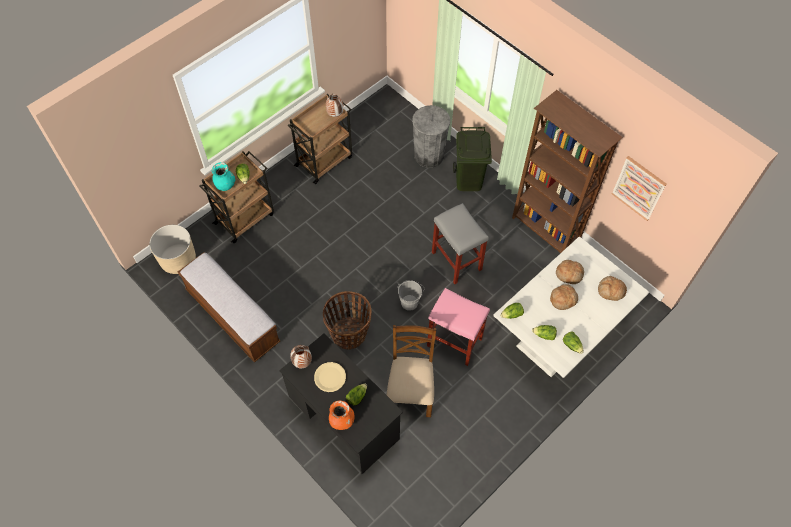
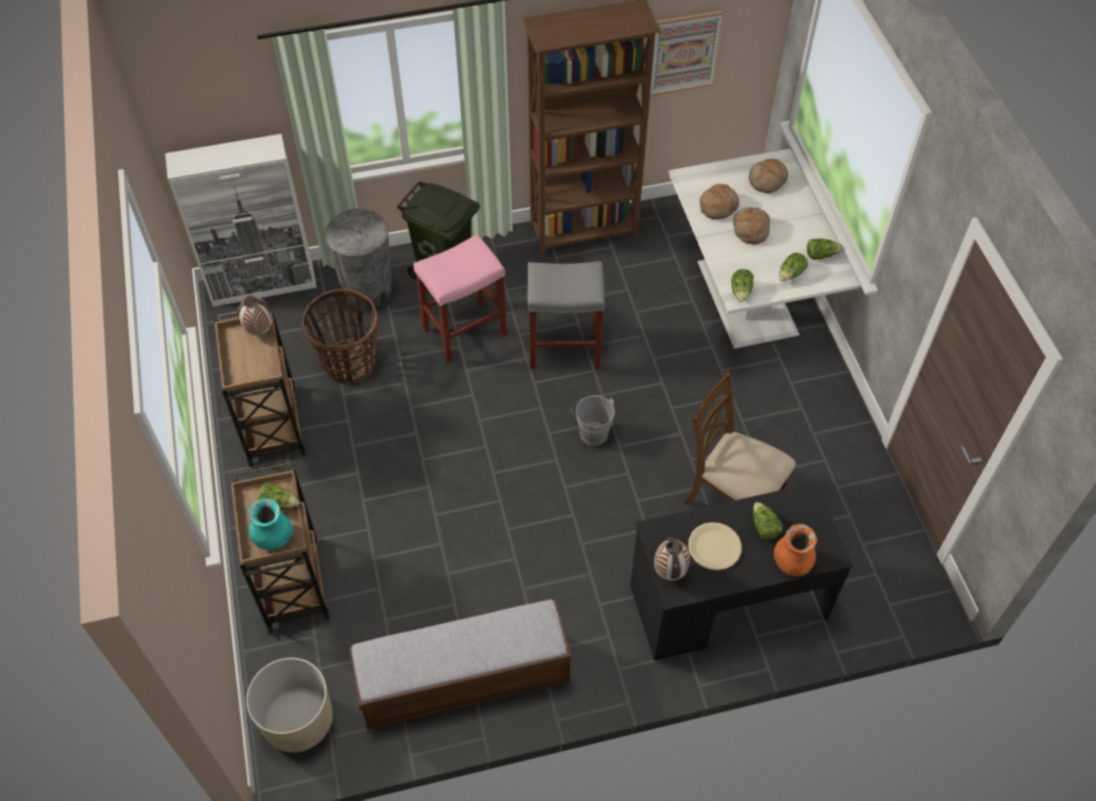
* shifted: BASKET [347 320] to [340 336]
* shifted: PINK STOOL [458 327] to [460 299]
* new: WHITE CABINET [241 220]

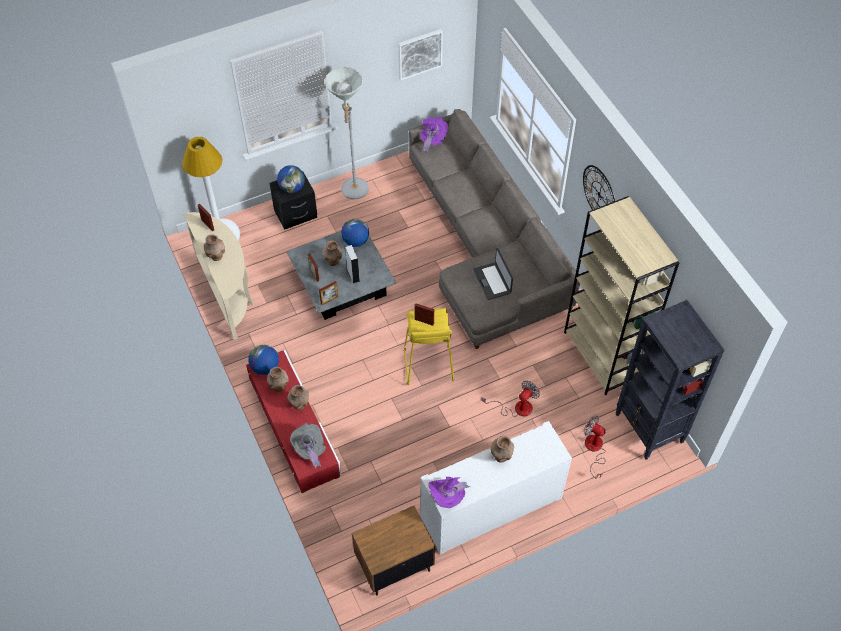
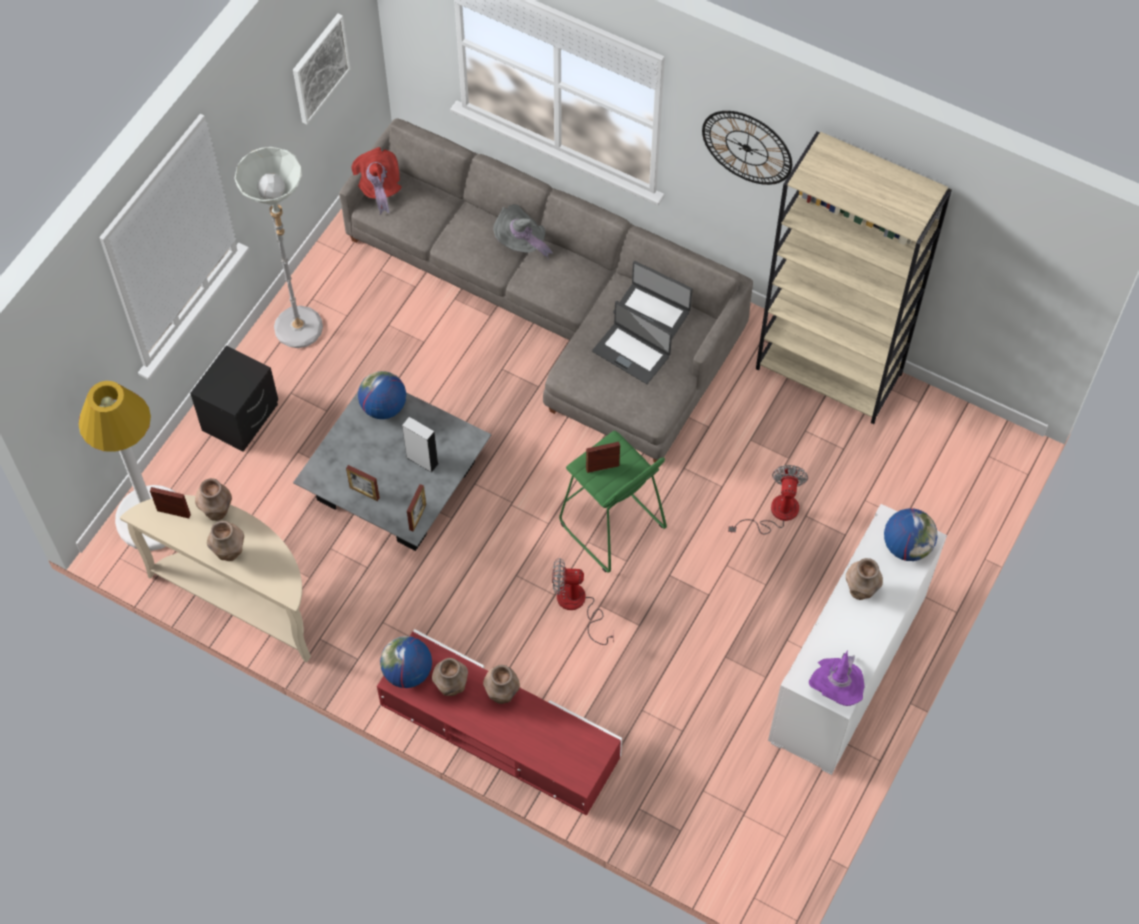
* shifted: GLOBE [291 179] to [911 535]
* shifted: GREY HAT [308 446] to [523 231]
* shifted: BROWN VASE [332 253] to [213 499]
* gone: BROWN NIGHTSTAND [393 551]
* repainted: YELLOW STOOL [429 346] to GREEN STOOL [613 501]
* repainted: PURPLE HAT [434 135] to RED HAT [376 181]
* shifted: FAN [594 447] to [583 601]
* gone: BLACK BOOKCASE [670 380]
* new: LAPTOP [652 300]

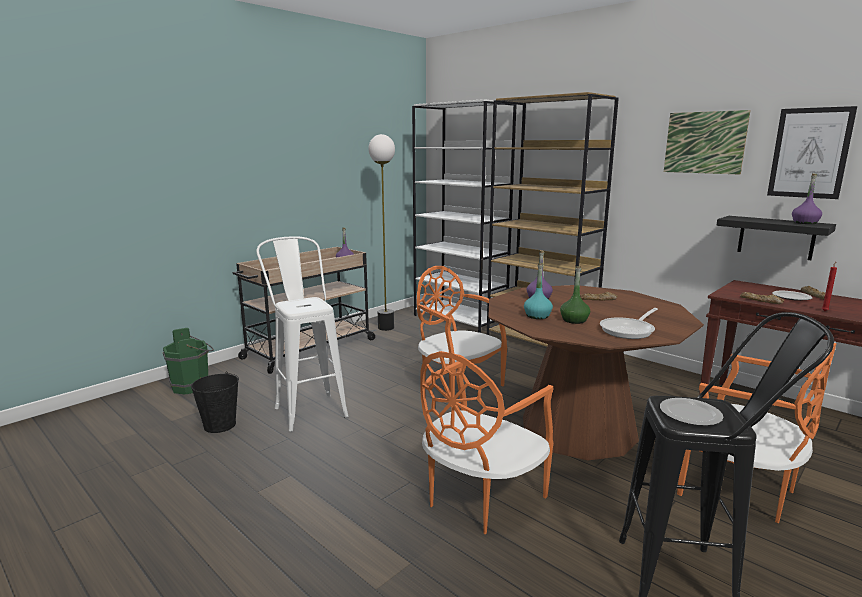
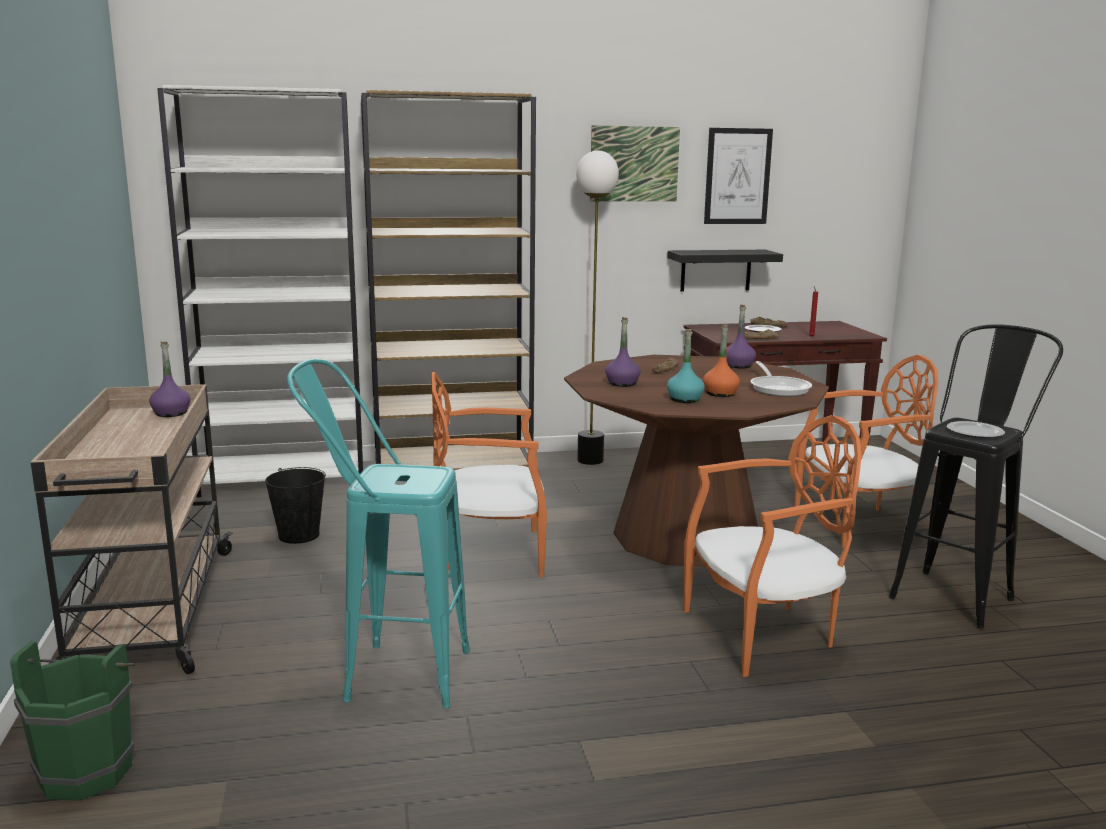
* shifted: BLACK BUCKET [215 402] to [295 505]
* repainted: WHITE STOOL [302 333] to TURQUOISE STOOL [378 534]
* shifted: FLOOR LAMP [382 232] to [597 308]
* rotated: ORANGE CHAIR [486 442] = [772 546] 90 degrees counterclockwise
* repainted: GREEN BOTTLE [575 295] to ORANGE BOTTLE [721 361]
* shifted: PURPLE BOTTLE [807 198] to [741 336]

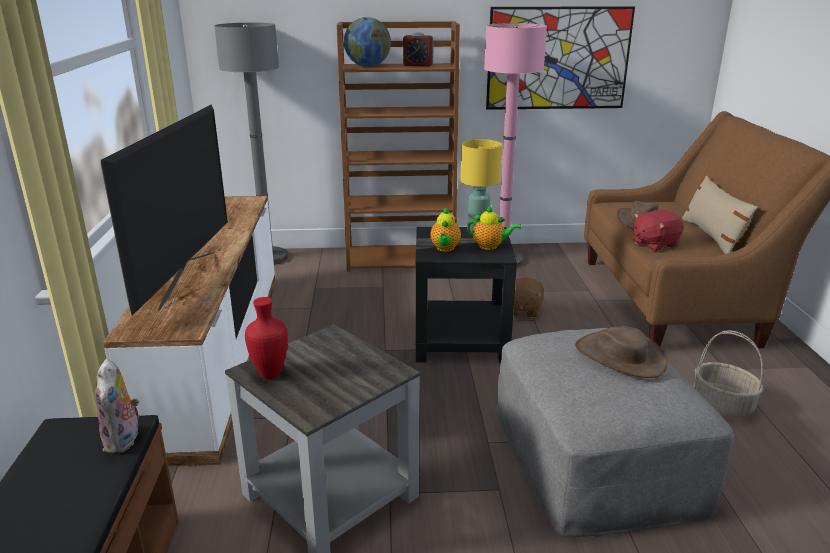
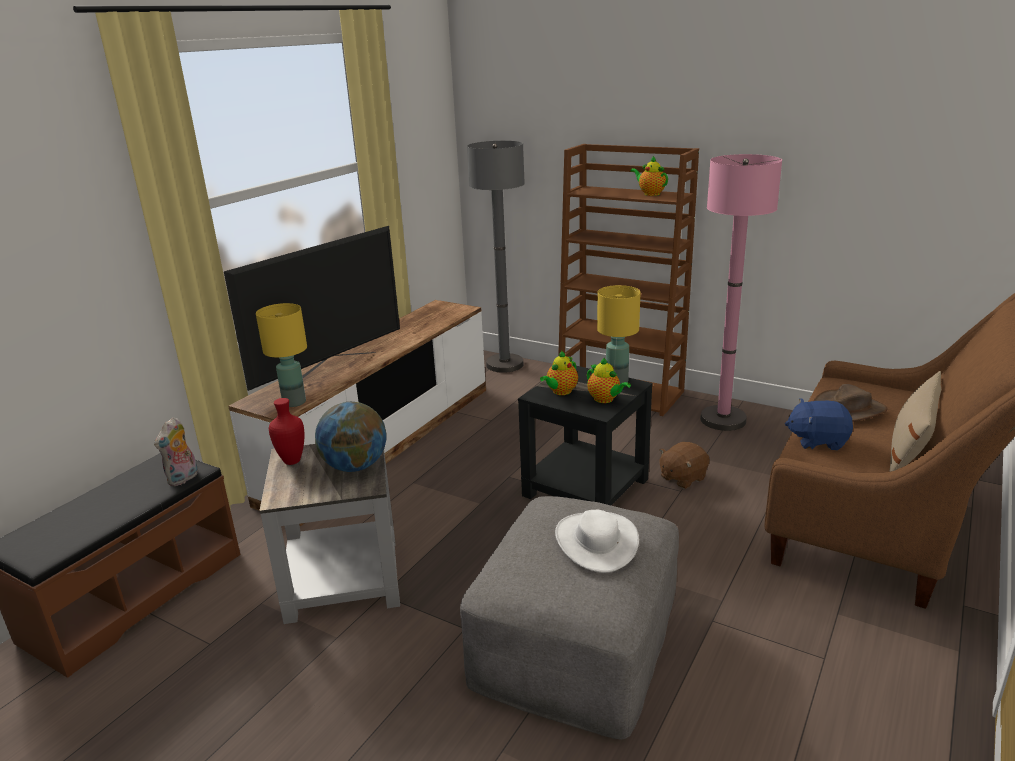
* shifted: GLOBE [367 42] to [350 437]
* swapped: ALARM CLOCK [418 49] to TEAPOT [649 176]
* gone: PICTURE [560 58]
* repainted: BROWN HAT [621 352] to WHITE HAT [597 541]
* repainted: RED PLUSH TOY [658 230] to BLUE PLUSH TOY [819 424]
* gone: BASKET [729 373]
* new: YELLOW TABLE LAMP [281 355]

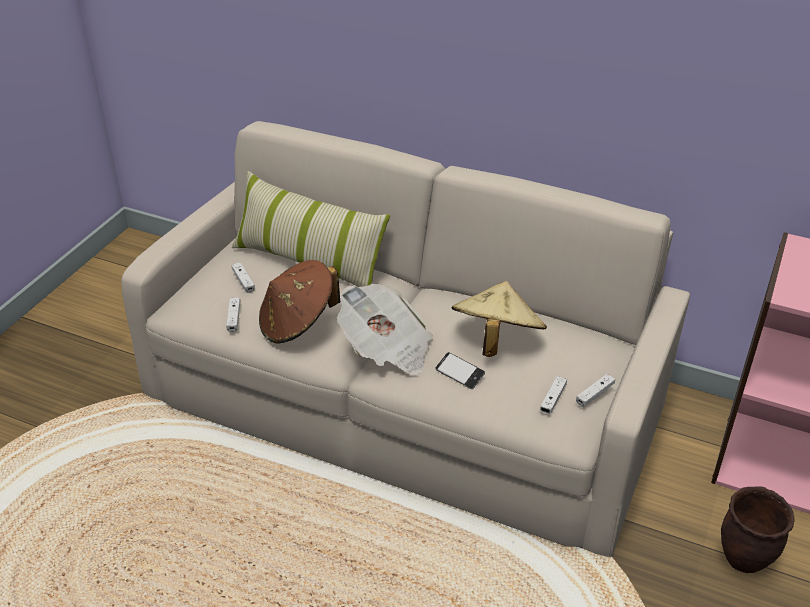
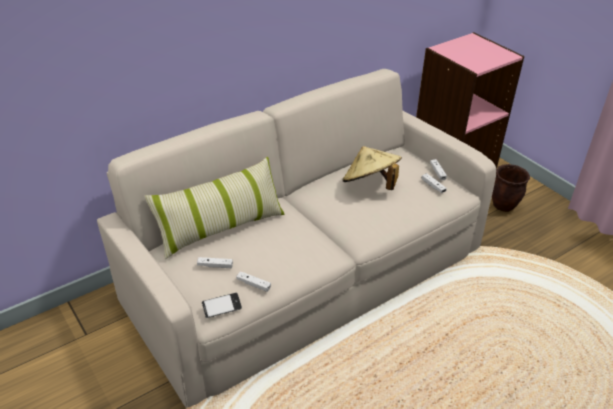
* gone: BROWN HAT [299 301]
* gone: NEWSPAPER [385 330]
* shifted: PHONE [460 370] to [222 305]

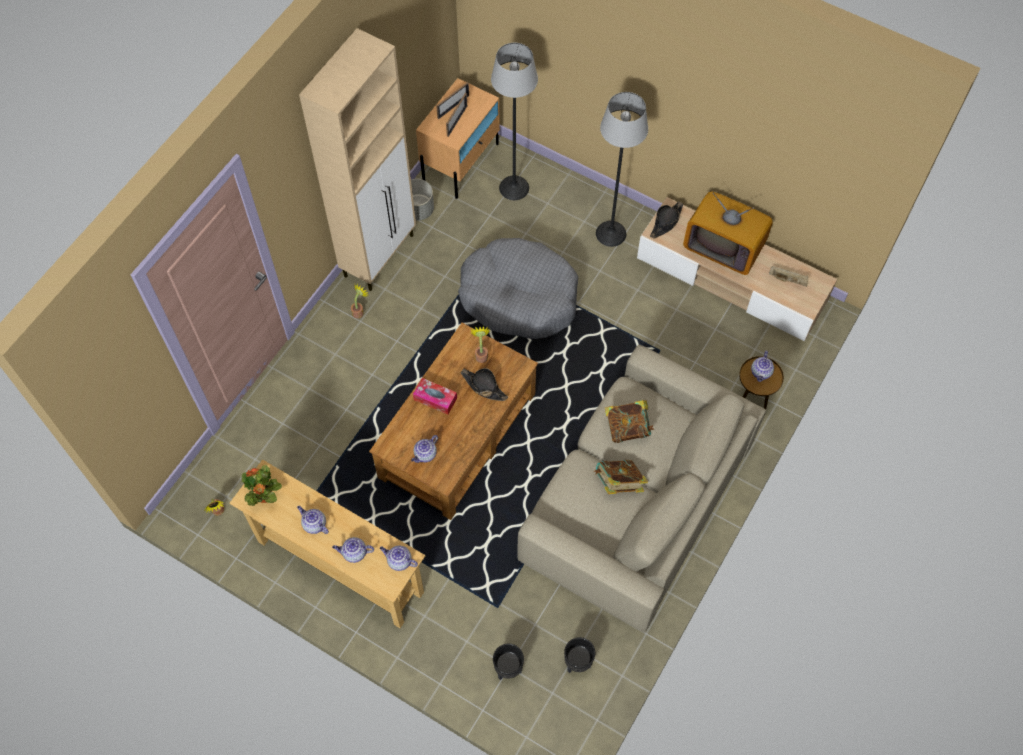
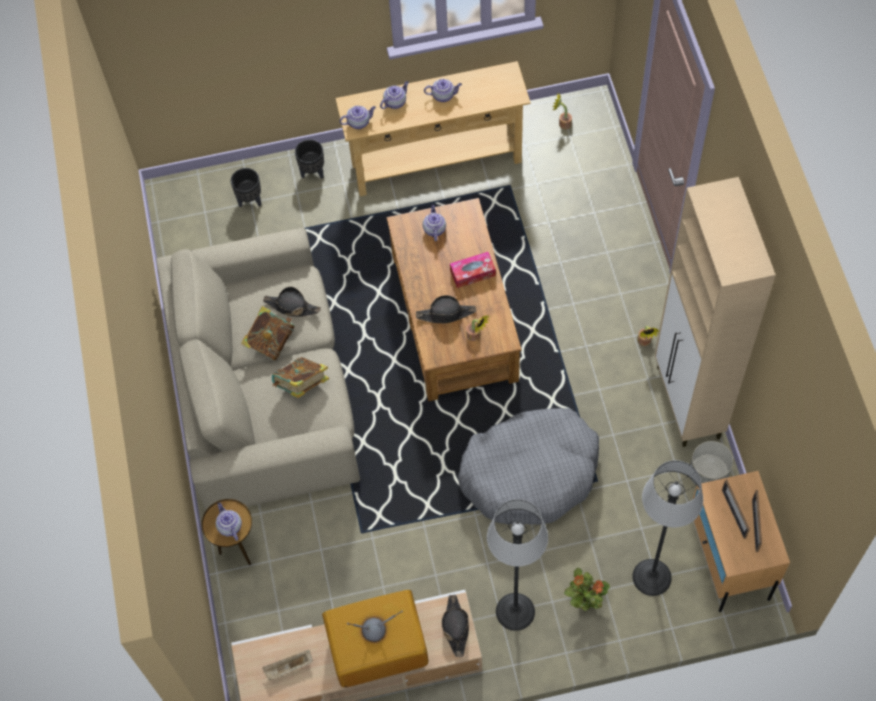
* shifted: POTTED PLANT [262 485] to [587 589]
* shifted: BLACK PLANTER [579 655] to [309 159]
* new: BLACK HAT [292 302]

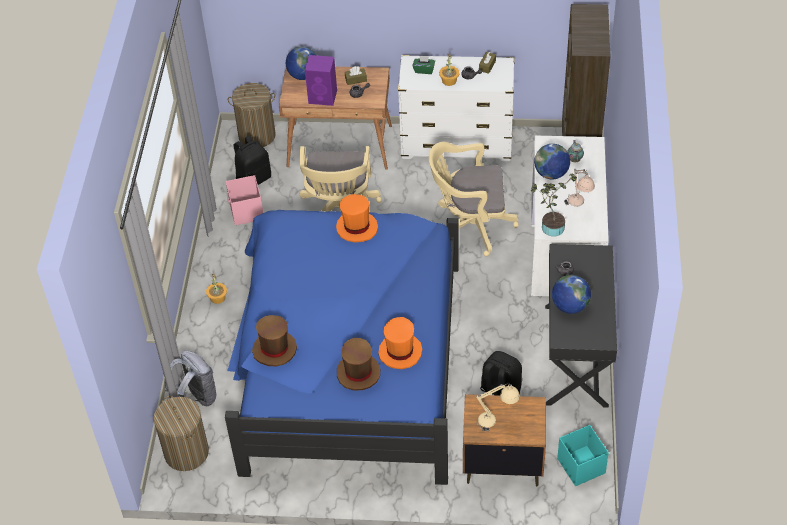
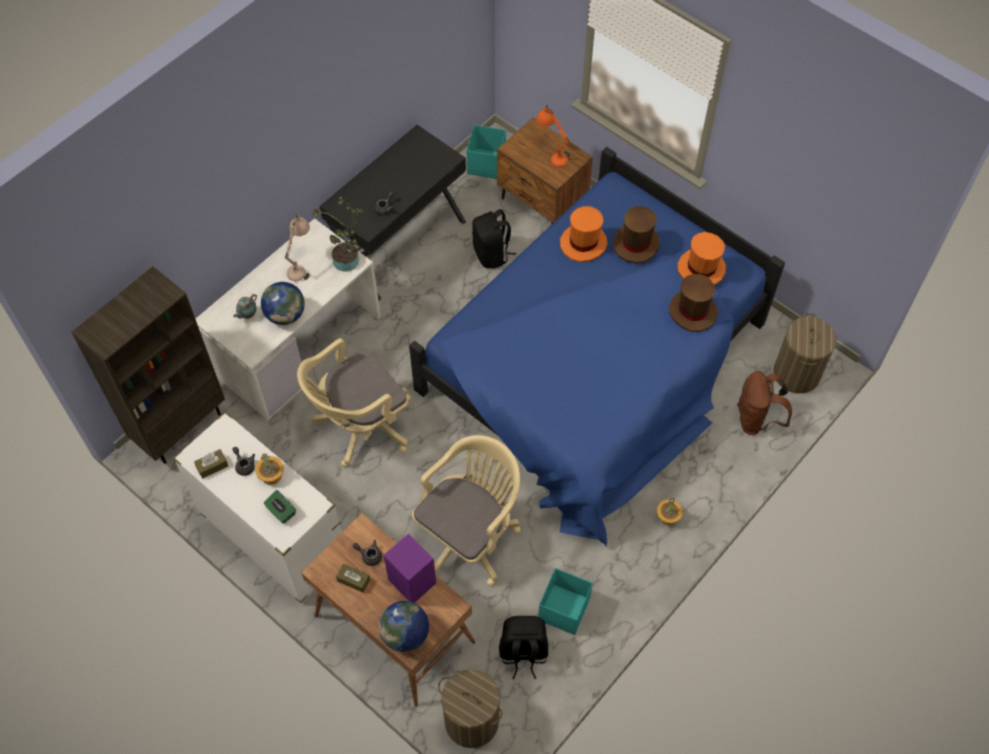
* repainted: GREY BACKPACK [190 378] to BROWN BACKPACK [764 403]
* repainted: PINK STORAGE BOX [244 200] to TURQUOISE STORAGE BOX [565 601]
* shifted: ORANGE HAT [357 218] to [701 258]
* rotated: BEIGE OFFICE CHAIR [474 199] = [354 402] 105 degrees clockwise
* repainted: BEIGE TABLE LAMP [498 407] to ORANGE TABLE LAMP [553 136]
* gone: GLOBE [571 294]

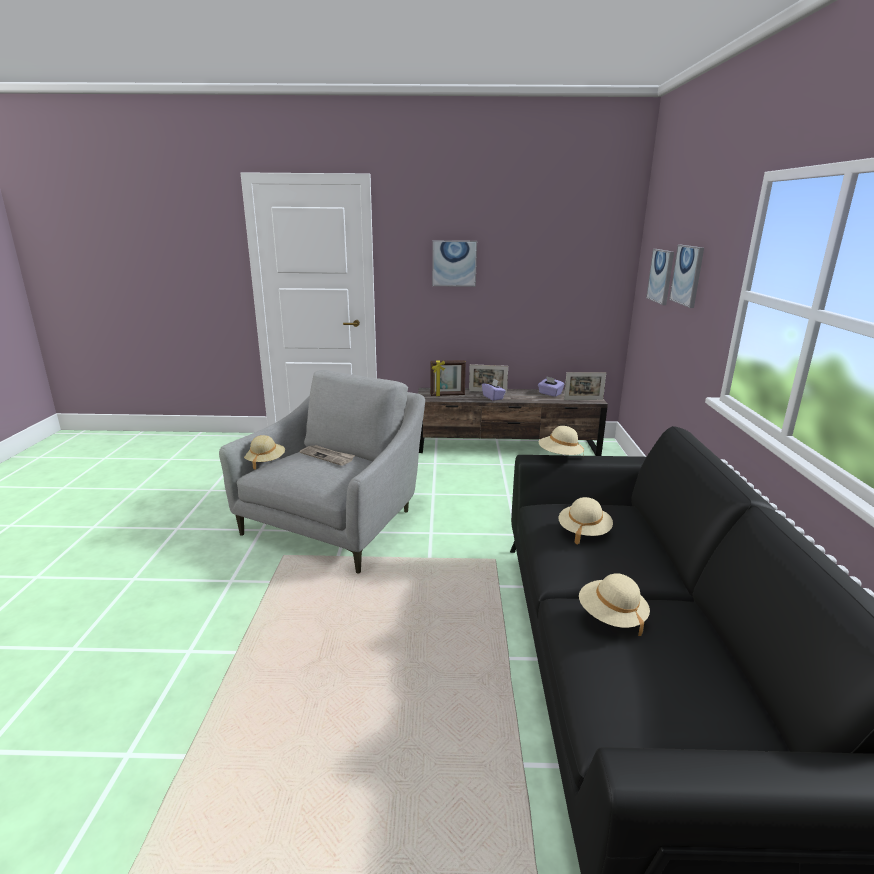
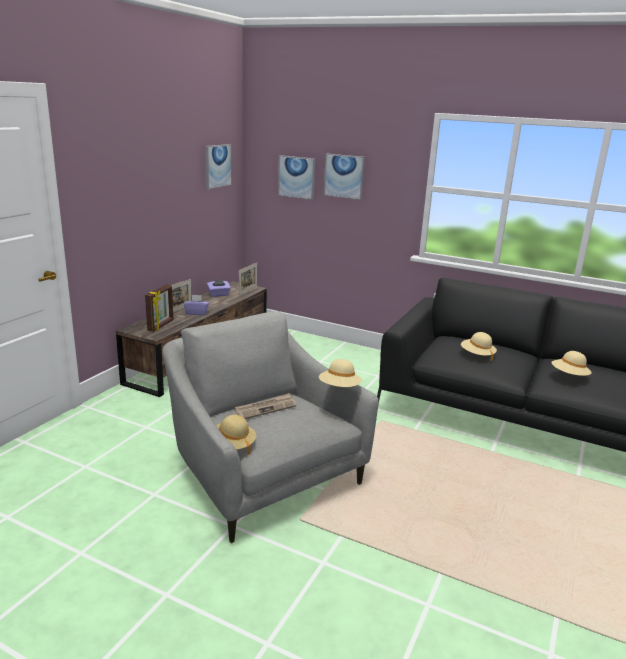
* shifted: PICTURE [454 263] to [218 166]
* shifted: BEIGE HAT [561 441] to [340 373]

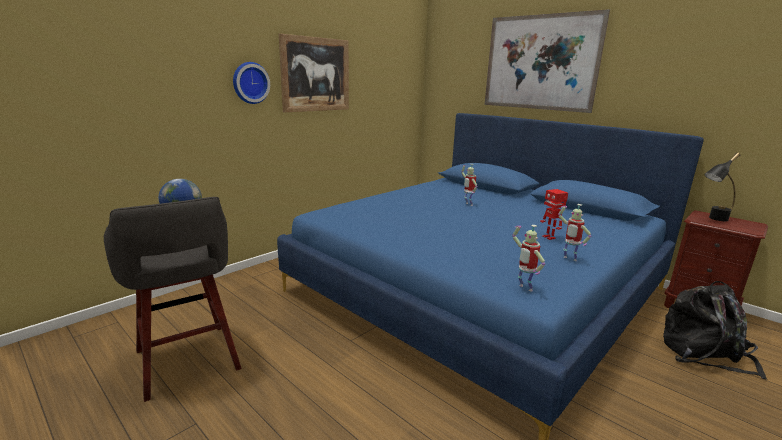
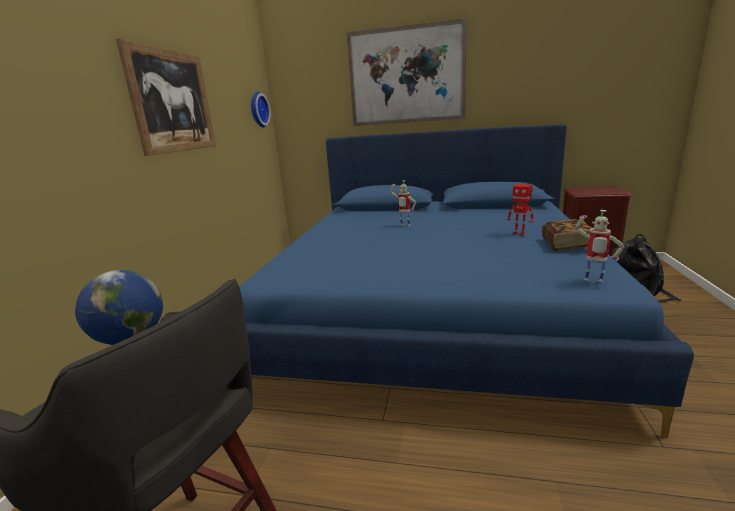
* shifted: WALL CLOCK [251 83] to [261 109]
* swapped: TOY ROBOT [575 232] to BOOK [567 235]
* gone: BLACK TABLE LAMP [722 187]

